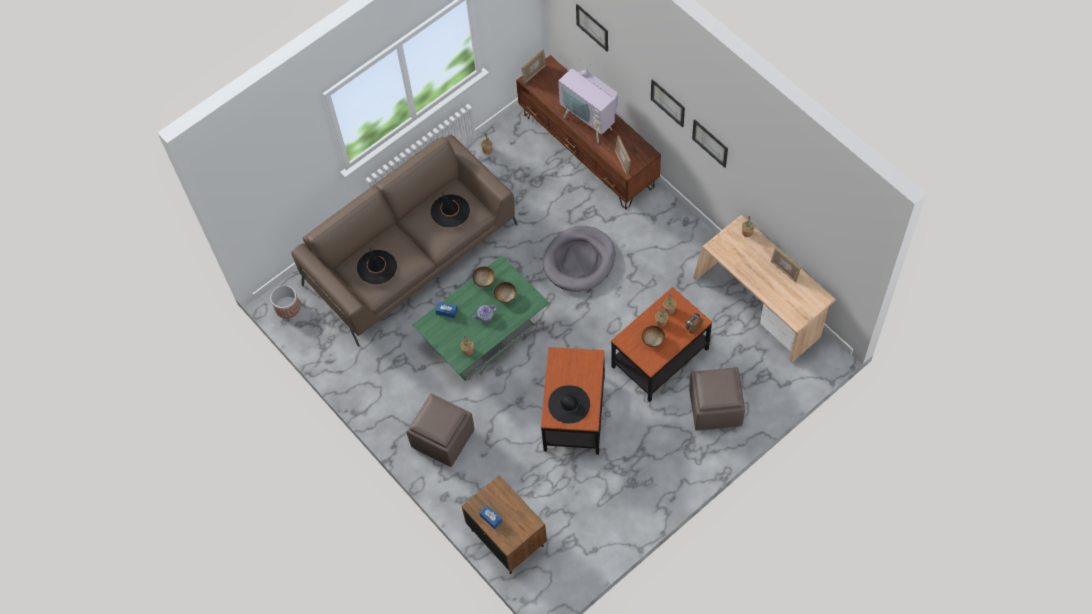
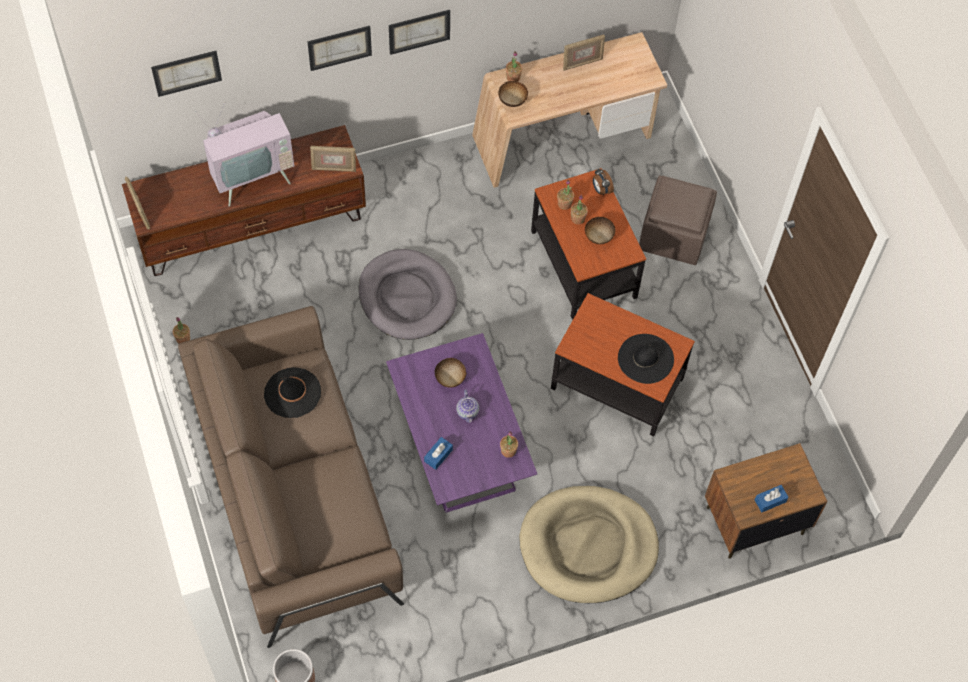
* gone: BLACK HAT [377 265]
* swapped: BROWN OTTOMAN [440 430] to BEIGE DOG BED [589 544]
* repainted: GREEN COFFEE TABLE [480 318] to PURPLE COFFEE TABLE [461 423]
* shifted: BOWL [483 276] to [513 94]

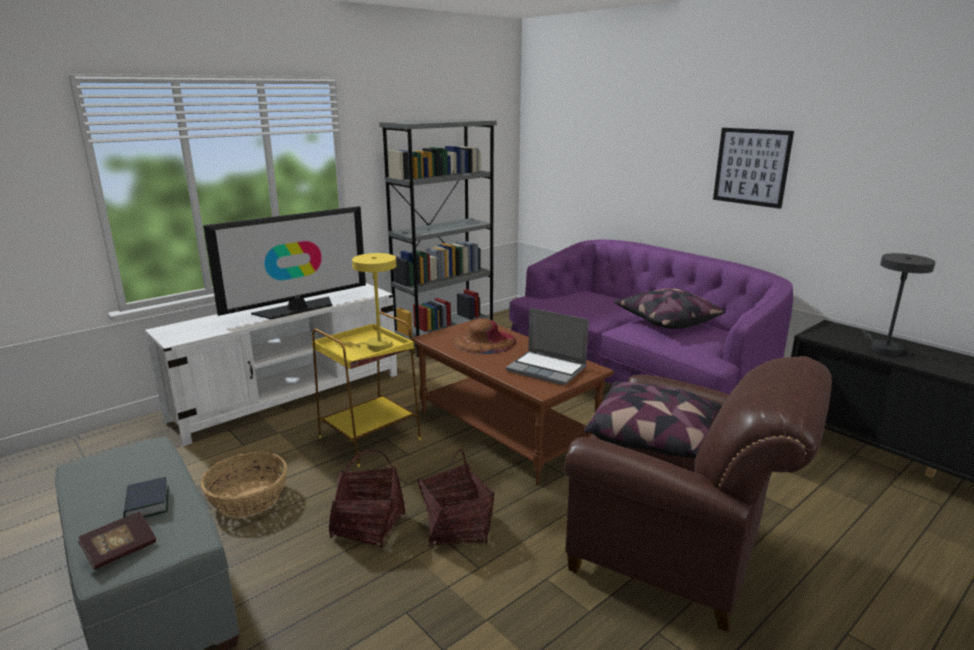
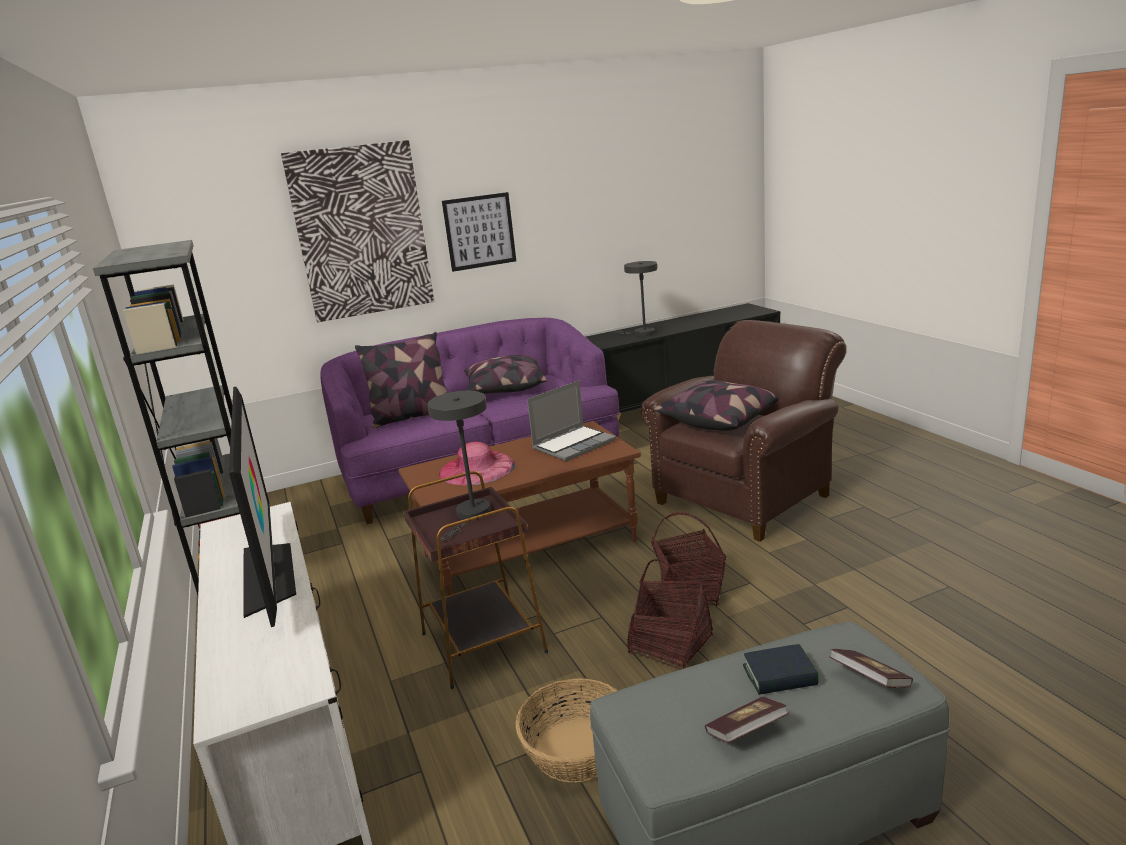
* repainted: YELLOW SIDE TABLE [366 389] to BROWN SIDE TABLE [475 580]
* repainted: YELLOW TABLE LAMP [365 302] to GREY TABLE LAMP [458 466]
* repainted: BROWN HAT [484 336] to PINK HAT [477 463]
* new: PICTURE [357 231]
* new: PILLOW [401 380]
* new: BOOK [747 720]

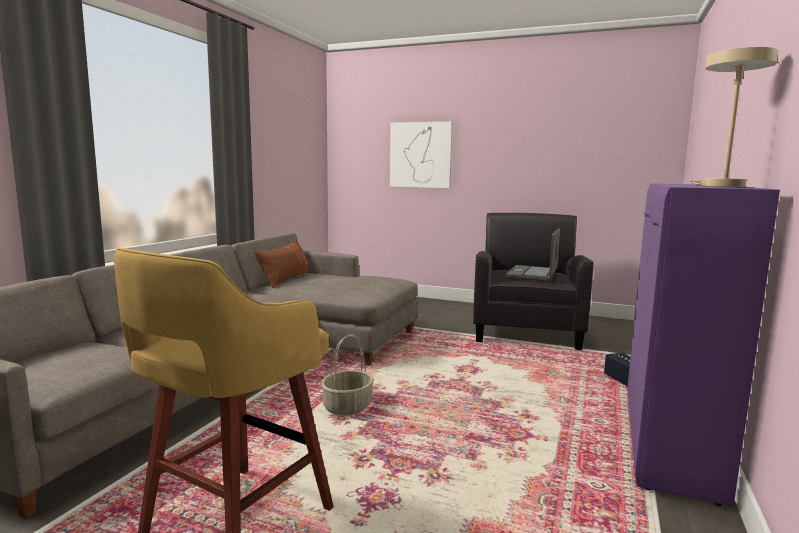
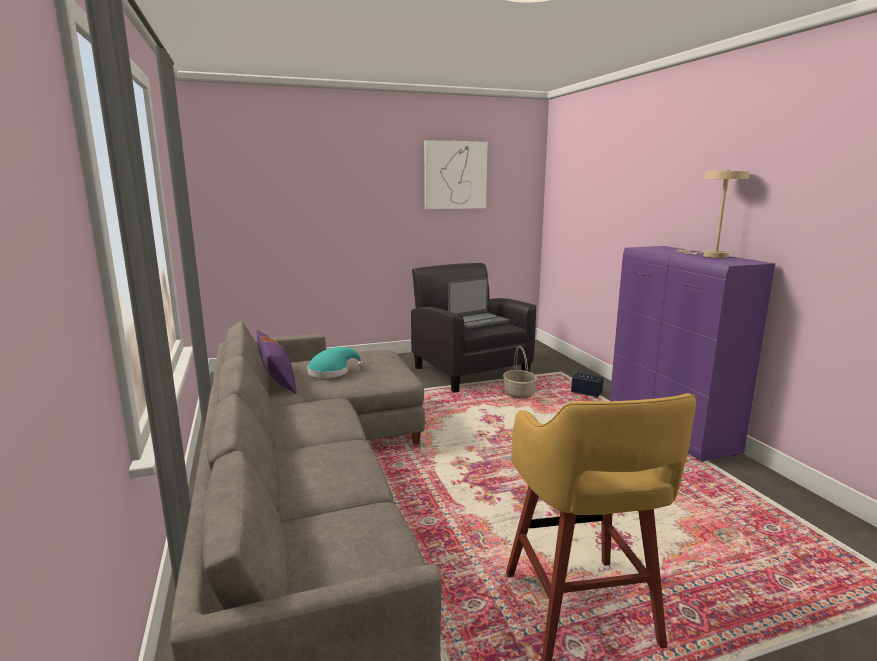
* repainted: BROWN PILLOW [283 264] to PURPLE PILLOW [276 361]
* shifted: BASKET [347 374] to [520 372]
* shifted: PICTURE [421 154] to [456 174]
* rotated: LAPTOP [533 254] = [478 303] 105 degrees counterclockwise
* new: TURQUOISE HAT [335 362]

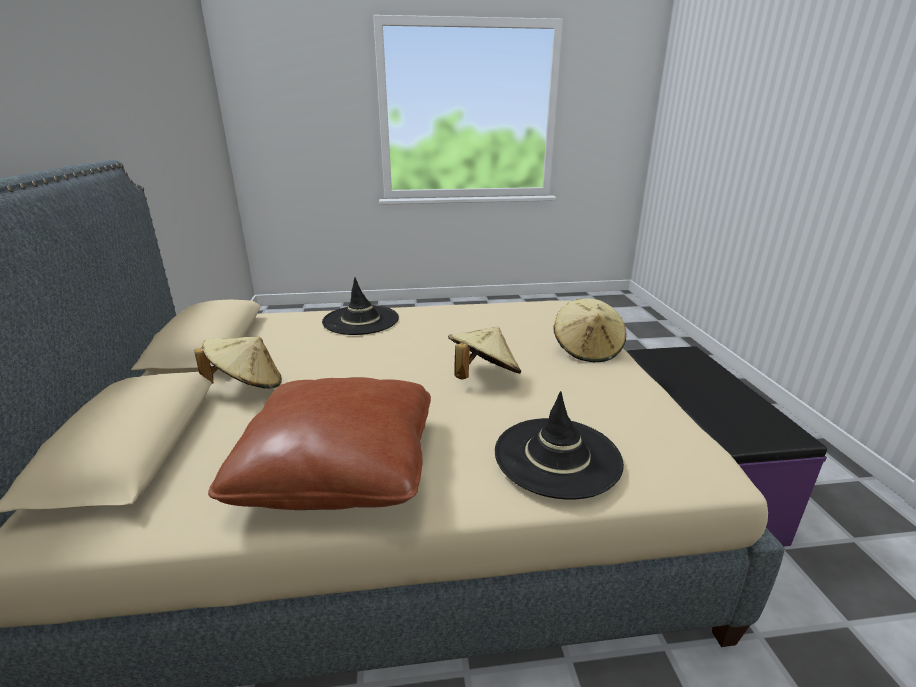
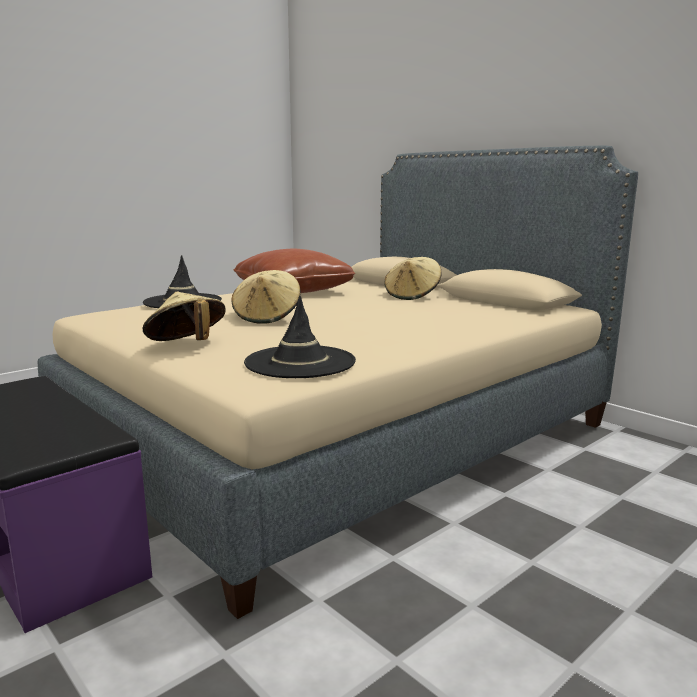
* shifted: BLACK HAT [360 306] to [300 336]

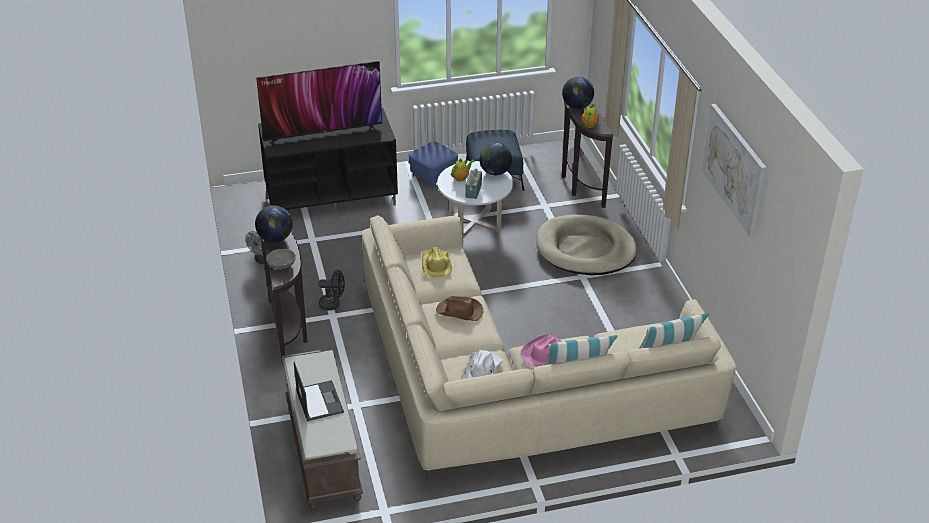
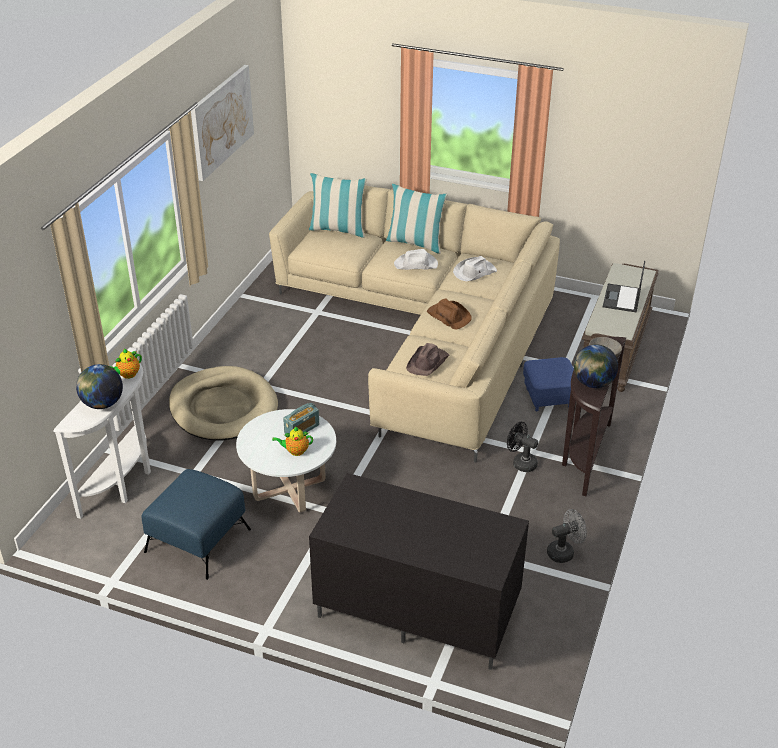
* gone: TELEVISION [319 106]
* shifted: BLUE OTTOMAN [433 165] to [548 384]
* repainted: YELLOW HAT [437 262] to BROWN HAT [427 359]
* gone: GLOBE [496 159]
* repainted: PINK HAT [541 350] to WHITE HAT [416 259]
* repainted: BROWN CONSOLE TABLE [587 154] to WHITE CONSOLE TABLE [102 441]

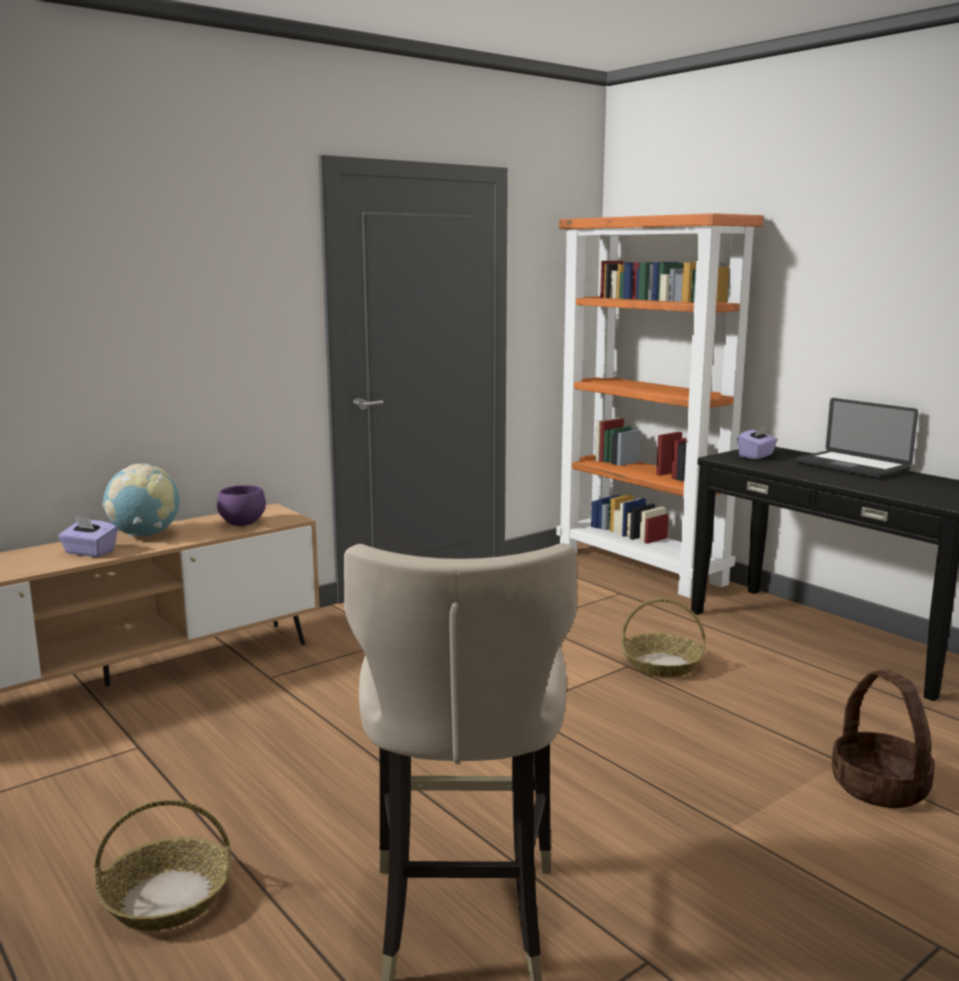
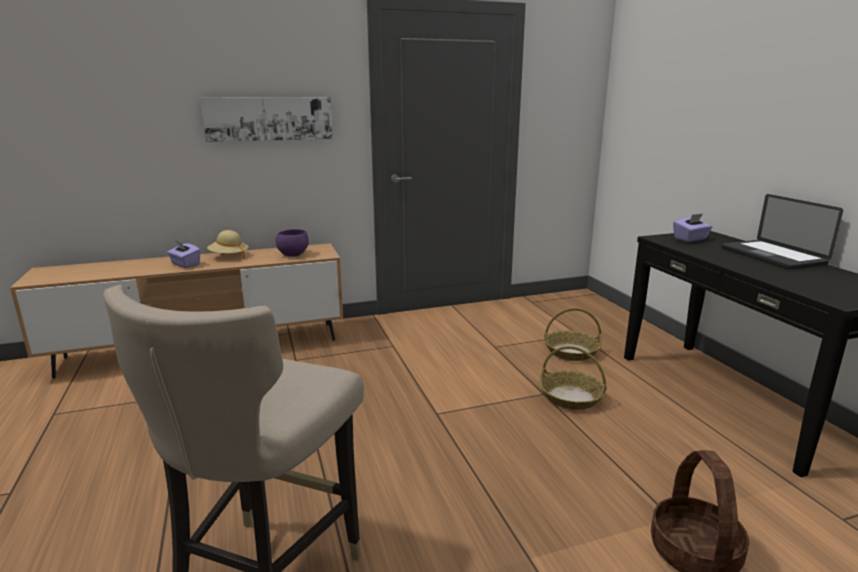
* shifted: BASKET [162 865] to [573 334]
* swapped: GLOBE [141 500] to BEIGE HAT [227 244]
* gone: ORANGE BOOKCASE [659 405]
* new: PICTURE [267 119]

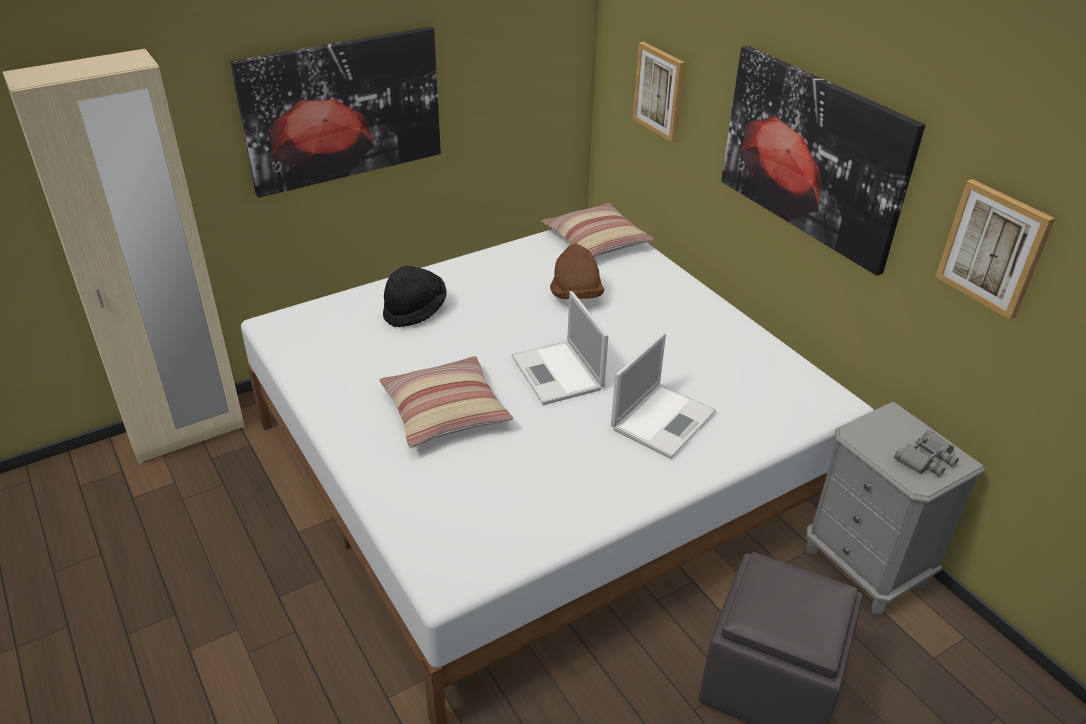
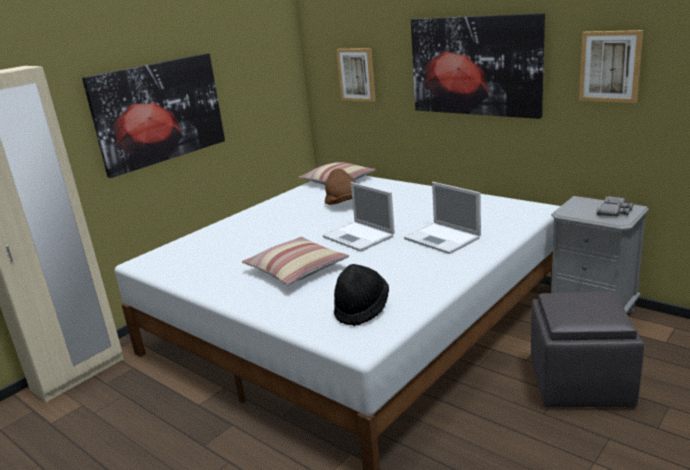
* shifted: BLACK HAT [415 296] to [361 295]
* rotated: LAPTOP [663 395] = [442 218] 120 degrees clockwise

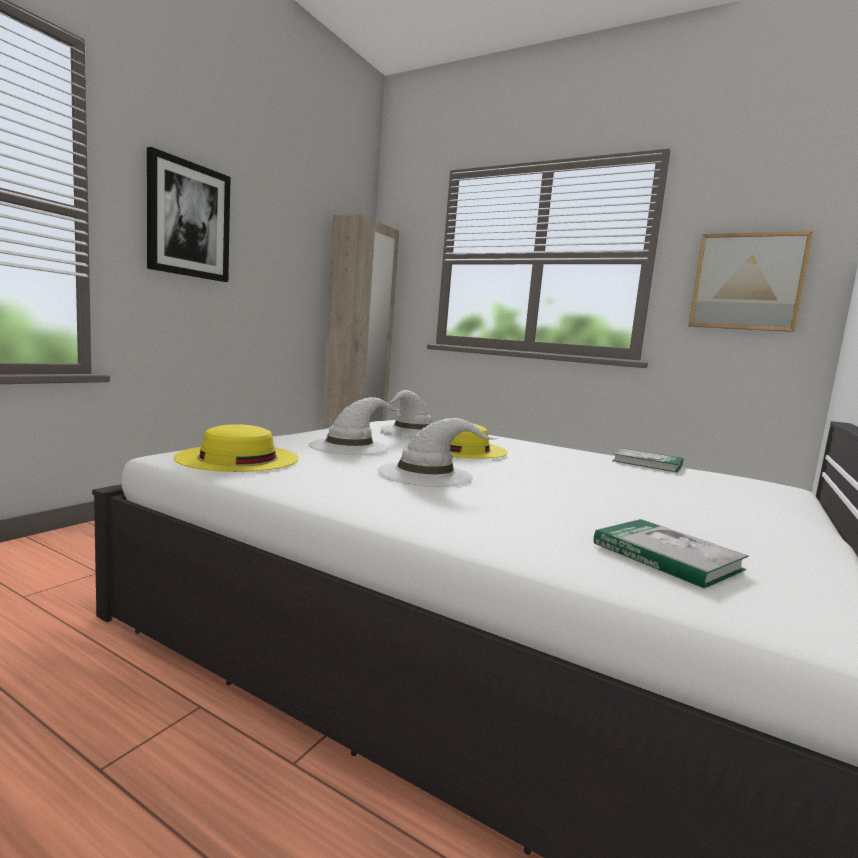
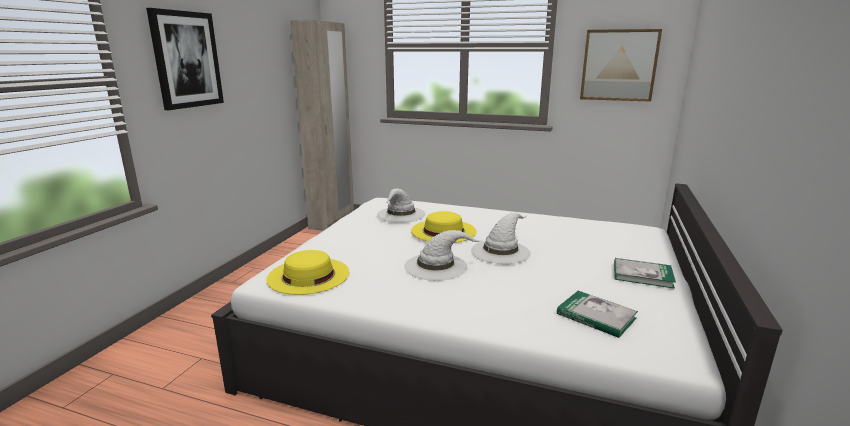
* shifted: WHITE HAT [354 426] to [501 238]
* shifted: BOOK [648 460] to [645 273]

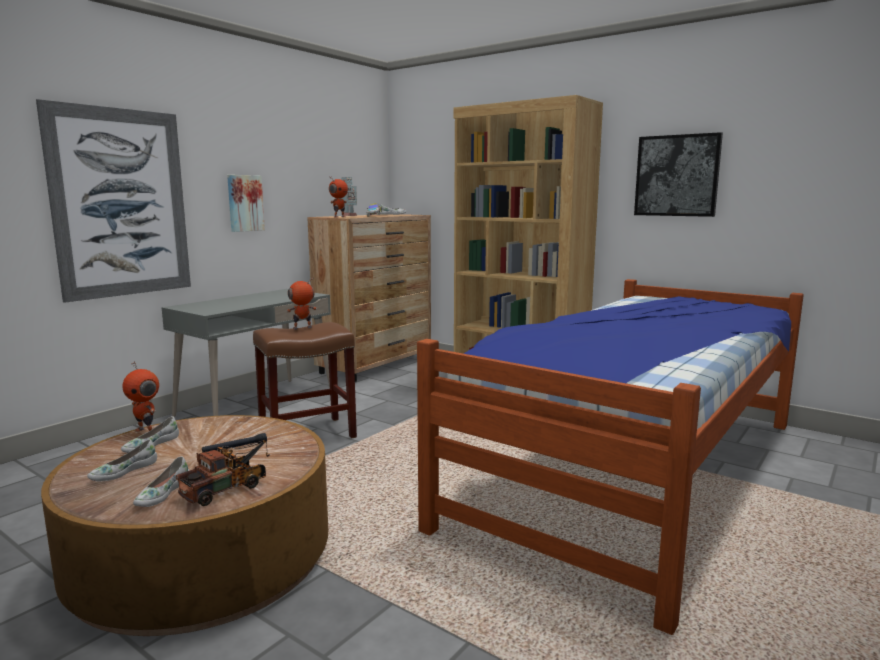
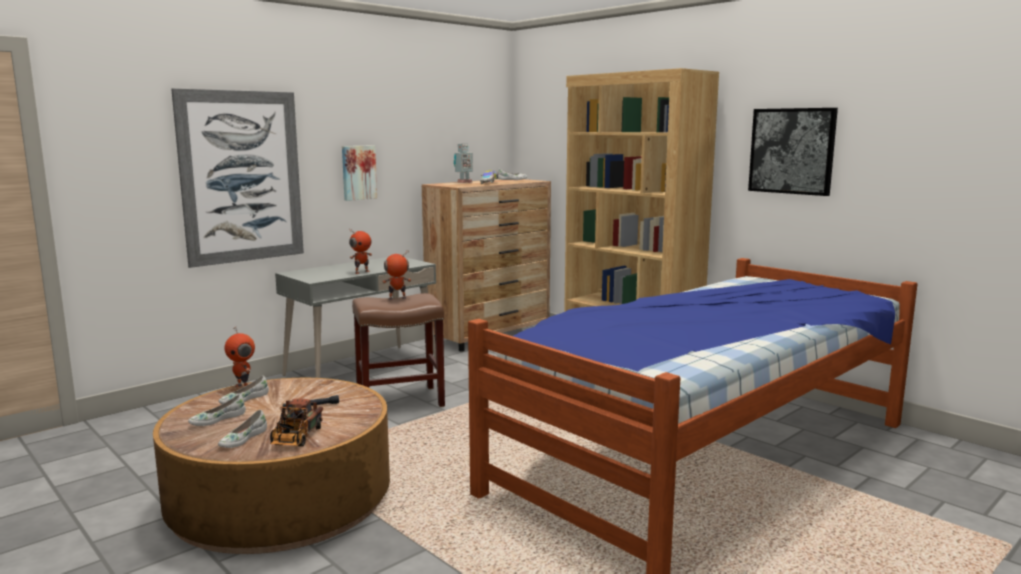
* rotated: TOY TRUCK [223 472] = [296 423] 135 degrees clockwise
* shifted: TOY ROBOT [338 196] to [360 251]

